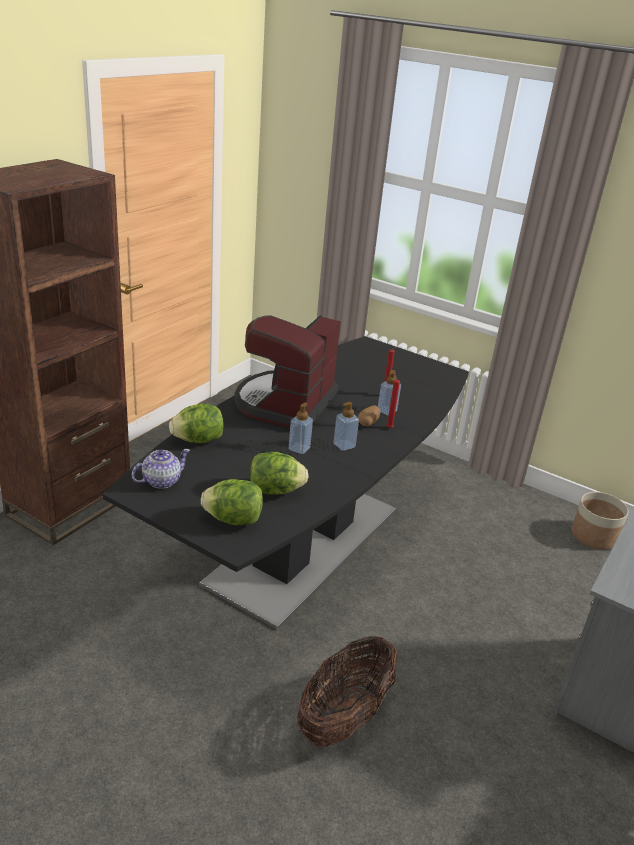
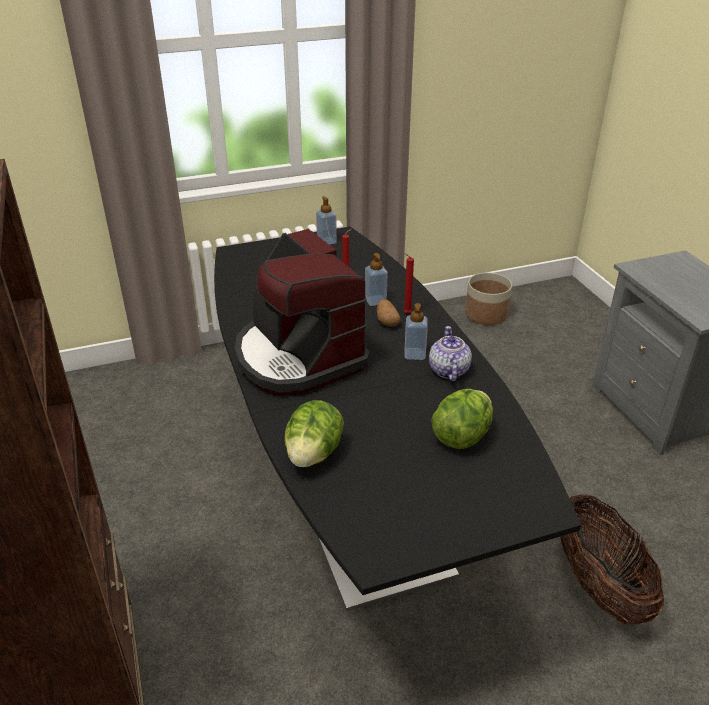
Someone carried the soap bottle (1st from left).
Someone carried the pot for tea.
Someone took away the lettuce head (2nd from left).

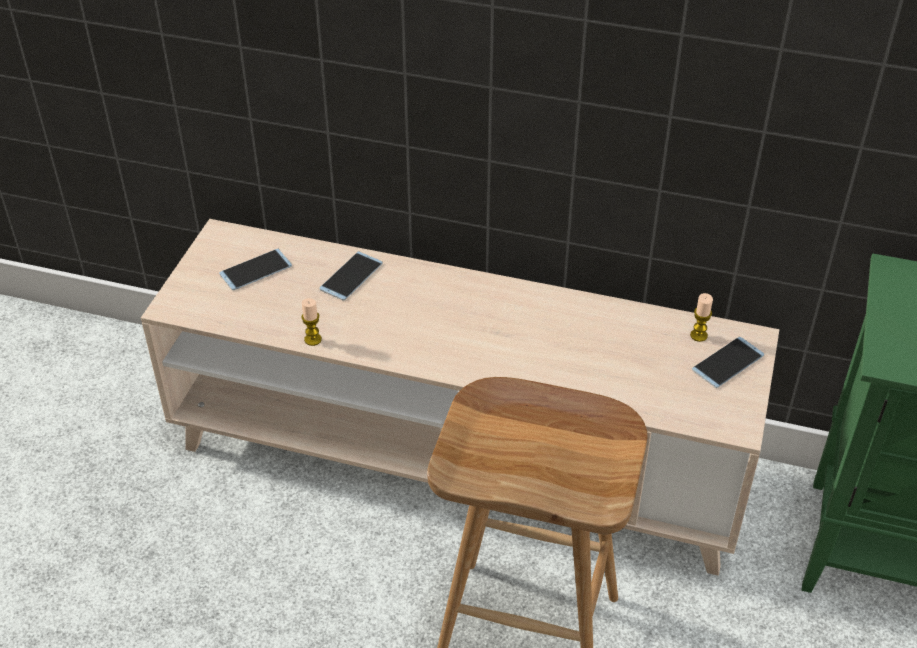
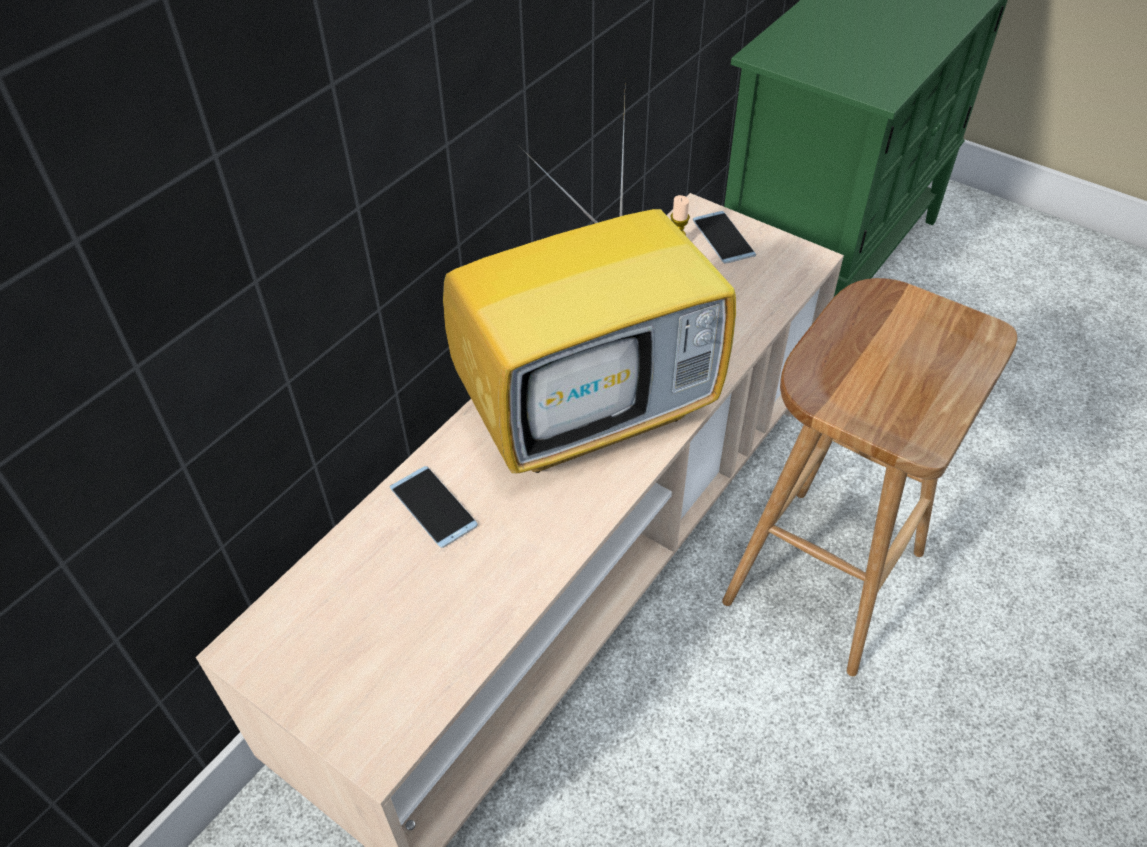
Someone put down the TV.
Someone took away the phone (1st from left).
Someone took away the candle (1st from left).

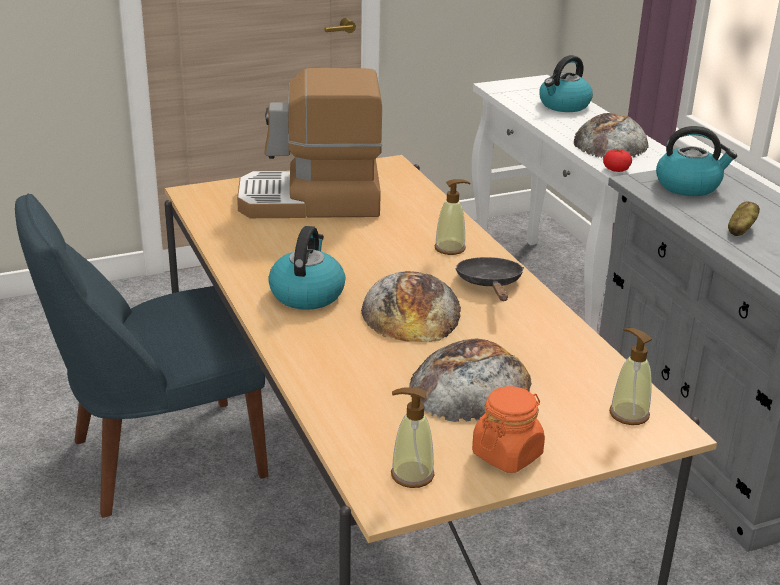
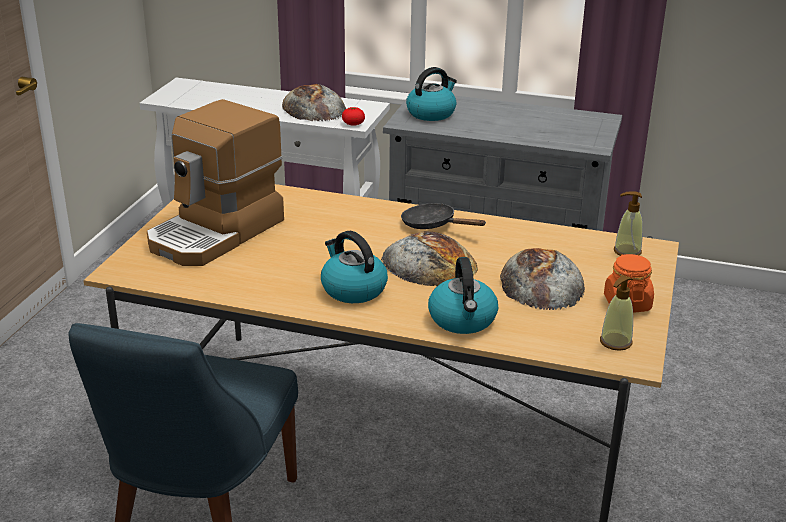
Someone carried the water kettle (2nd from left in the first image).
Someone took away the soap bottle (2nd from left).
Someone took away the spud.

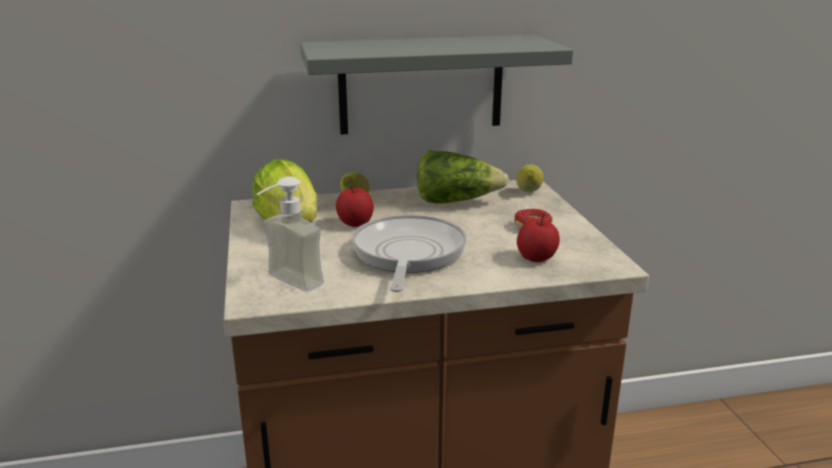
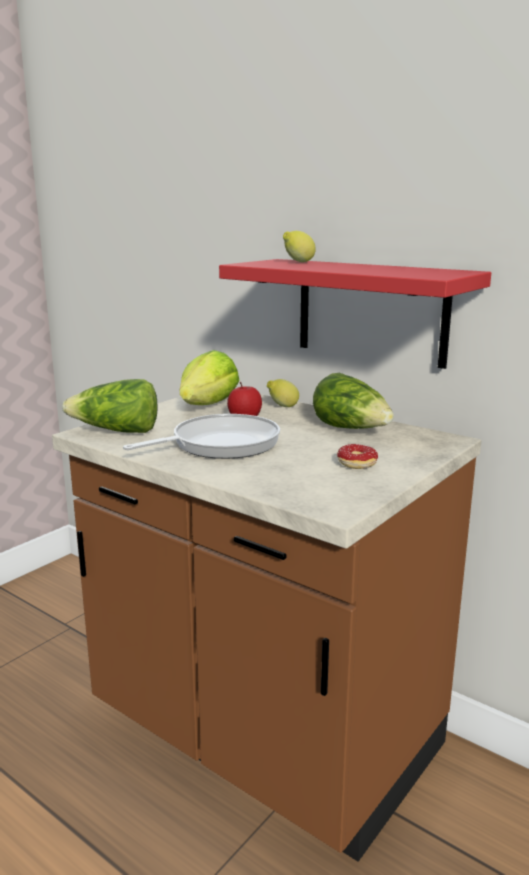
Someone swapped the soap bottle for the lettuce head (1st from left).
Someone repainted the grey wall shelf, which became the red-coloured wall shelf.
Someone carried the lemon (2nd from left).
Someone took away the apple fruit (2nd from left).

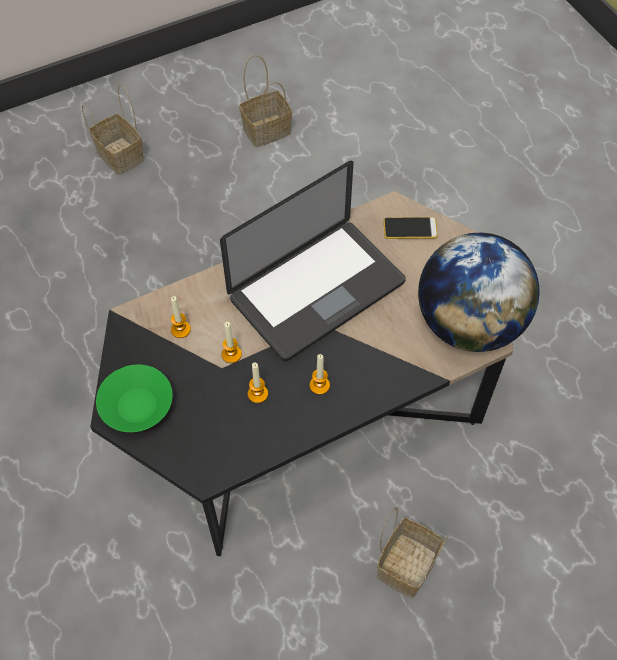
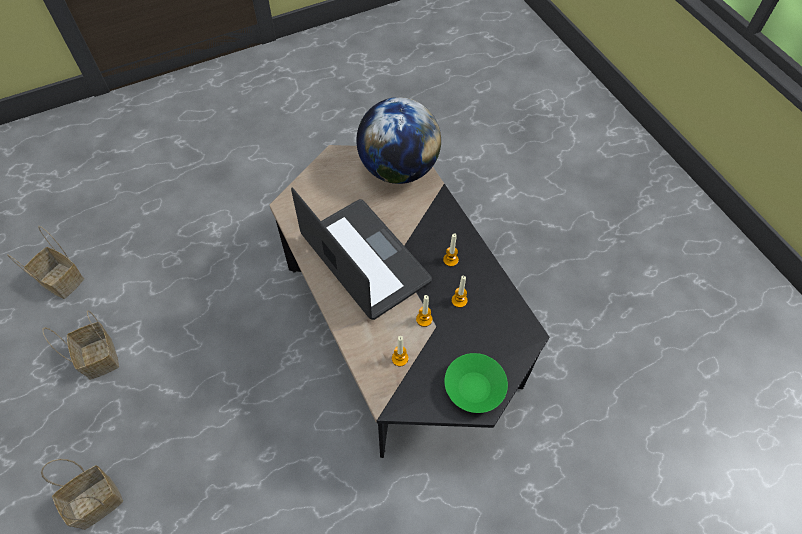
Someone carried the household basket (3rd from left in the first image).
Someone took away the phone.

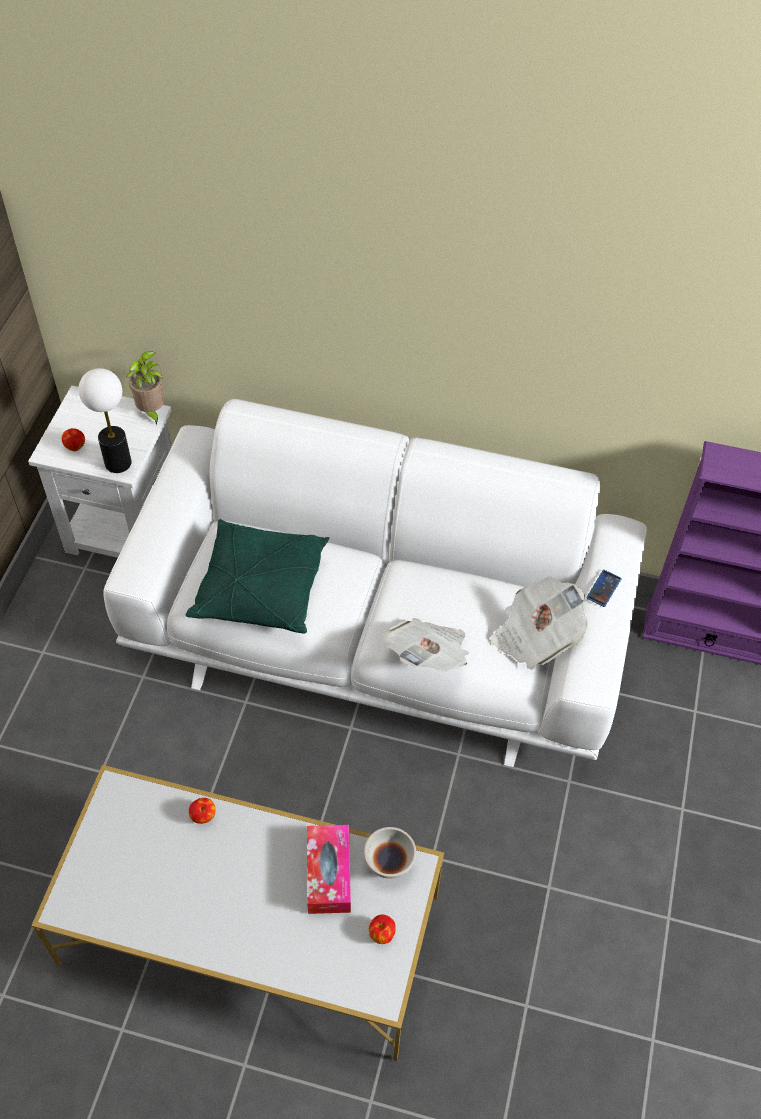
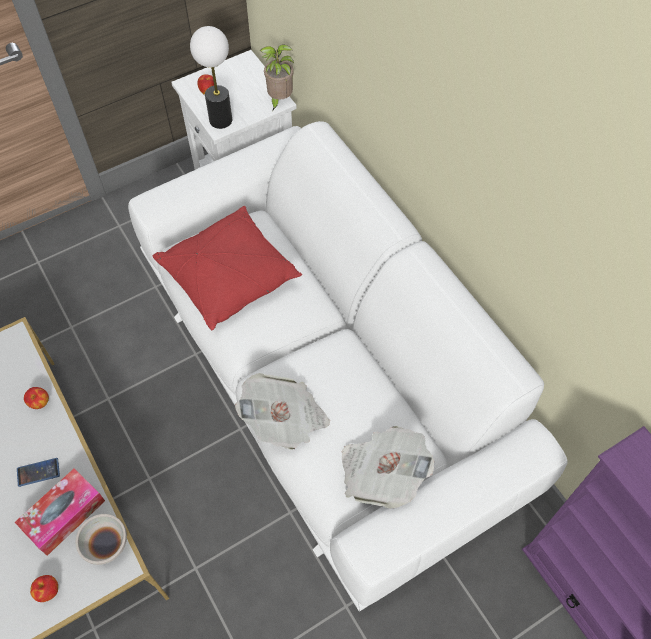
Someone carried the phone.
Someone repainted the green-coloured cushion, which became the red-coloured cushion.

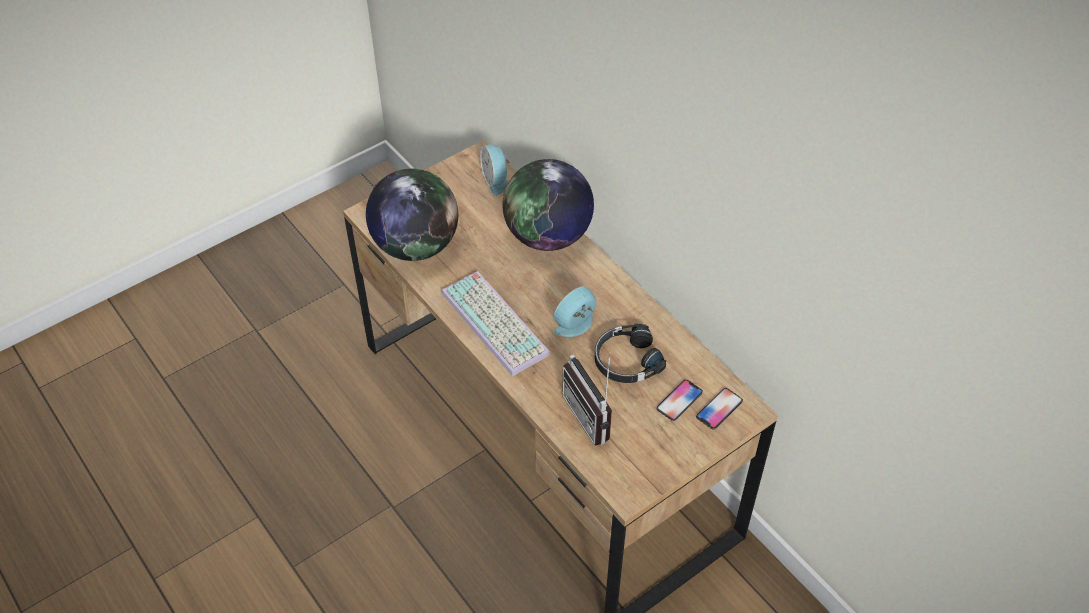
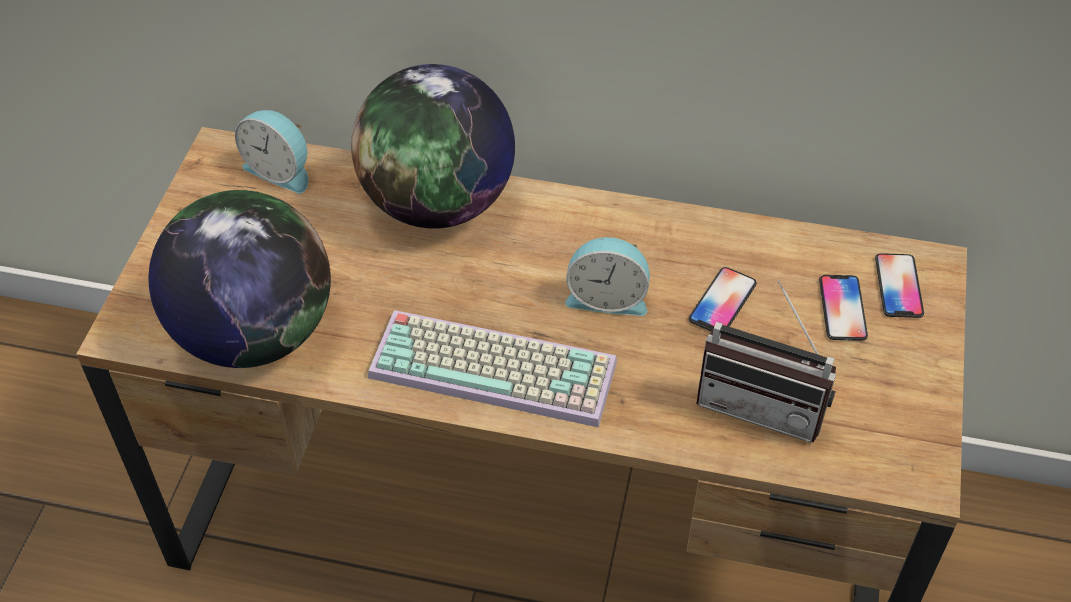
Someone rotated the alarm clock (2nd from left) by 90 degrees counterclockwise.
Someone swapped the black headset for the phone (1st from left).

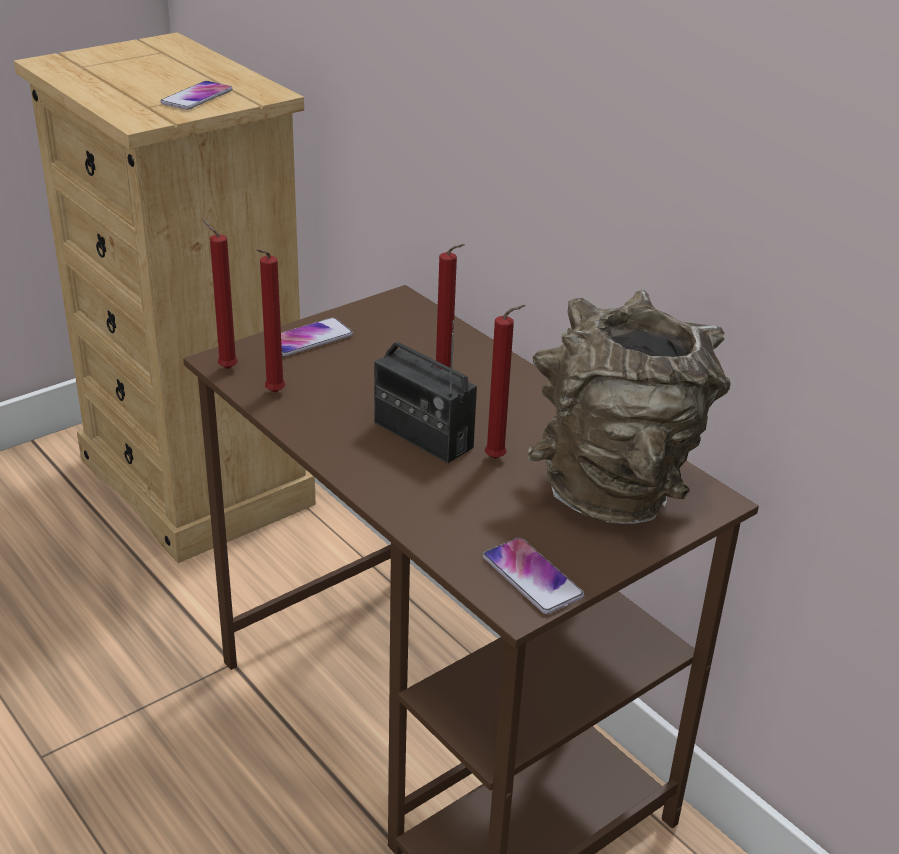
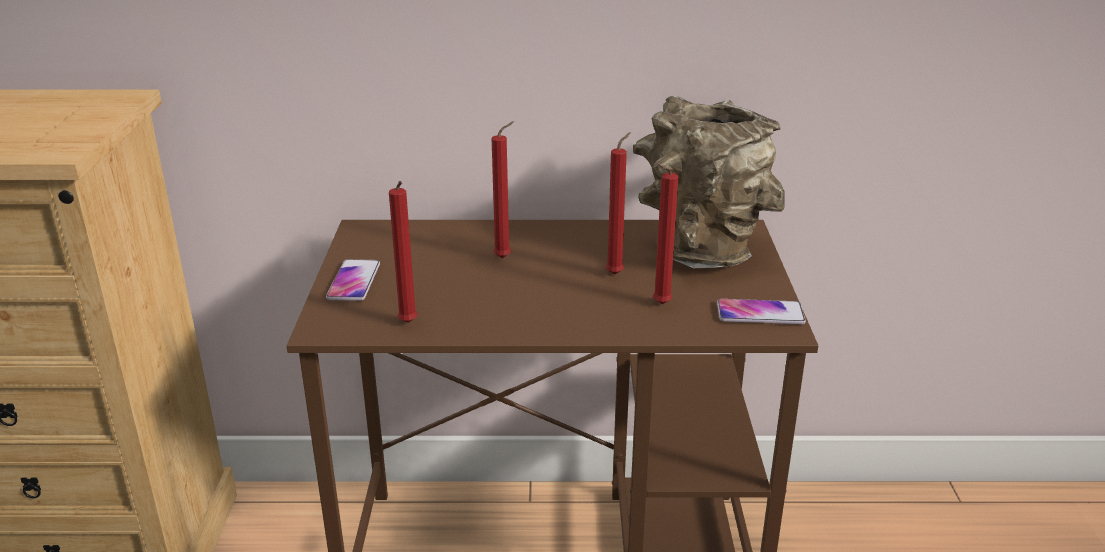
Someone carried the red-coloured candle (1st from left in the first image).
Someone took away the phone (1st from left).
Someone took away the radio.

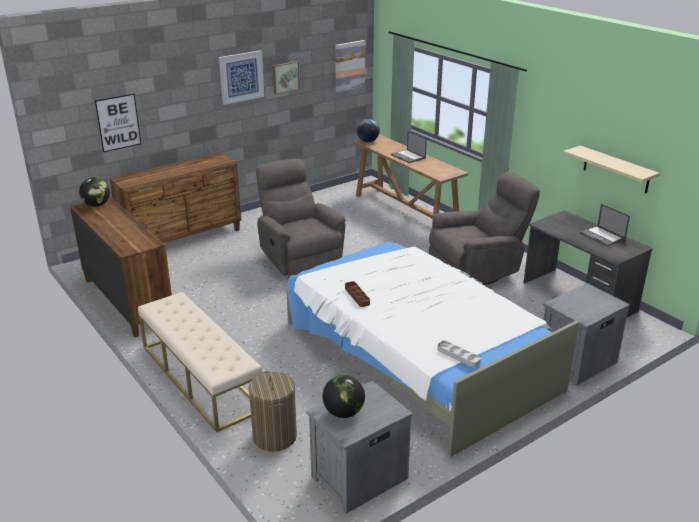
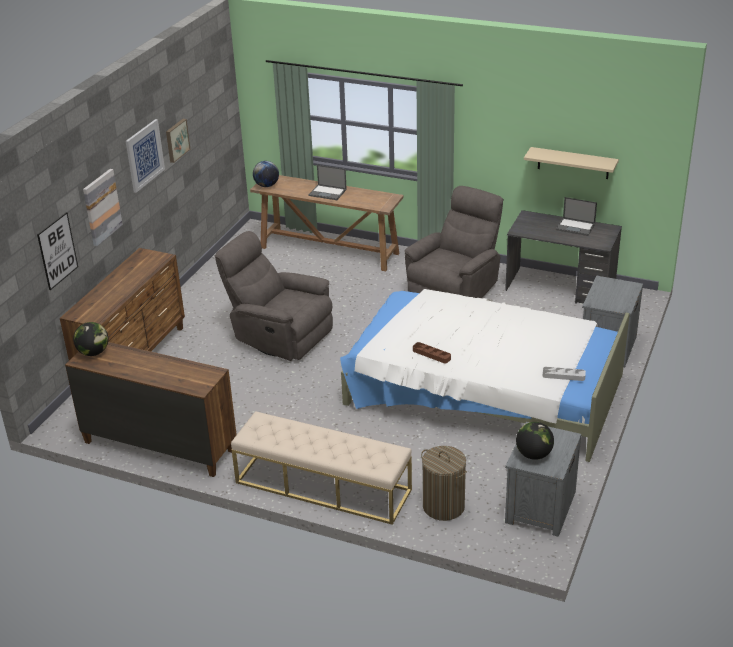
Someone carried the wall art (4th from left in the first image).

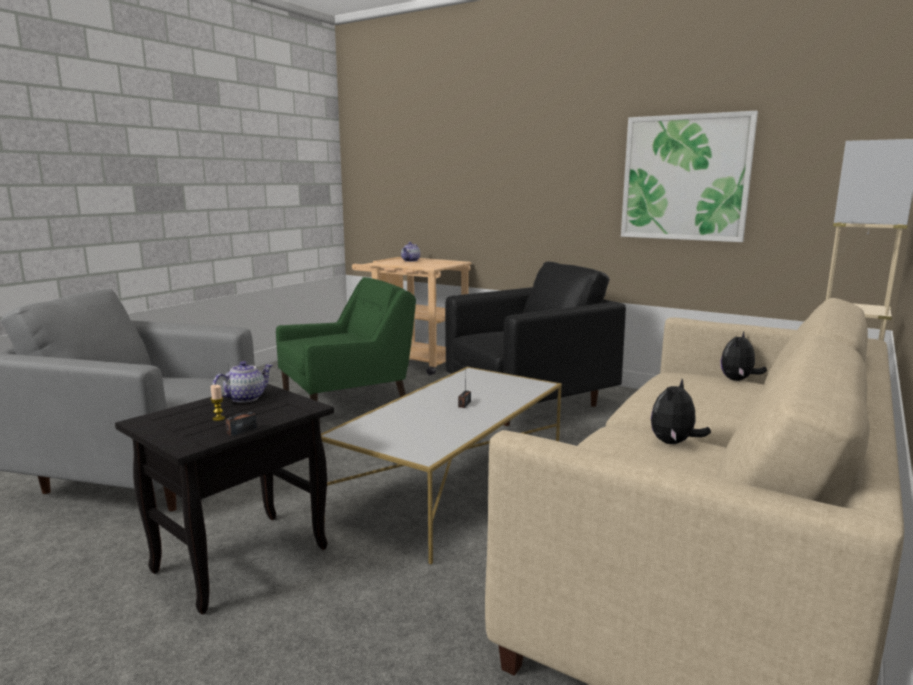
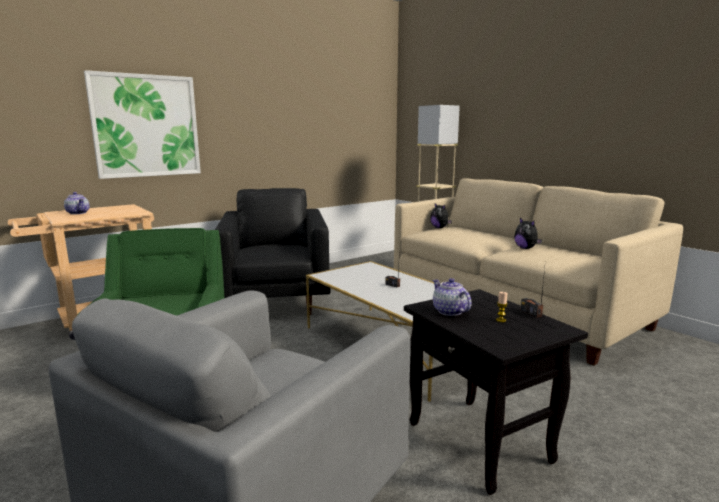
Someone carried the wall art.

